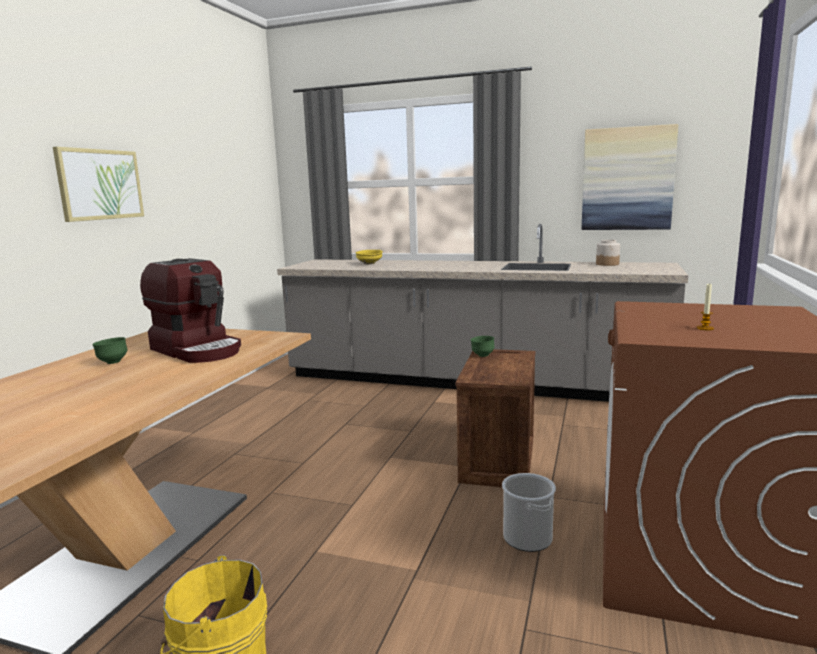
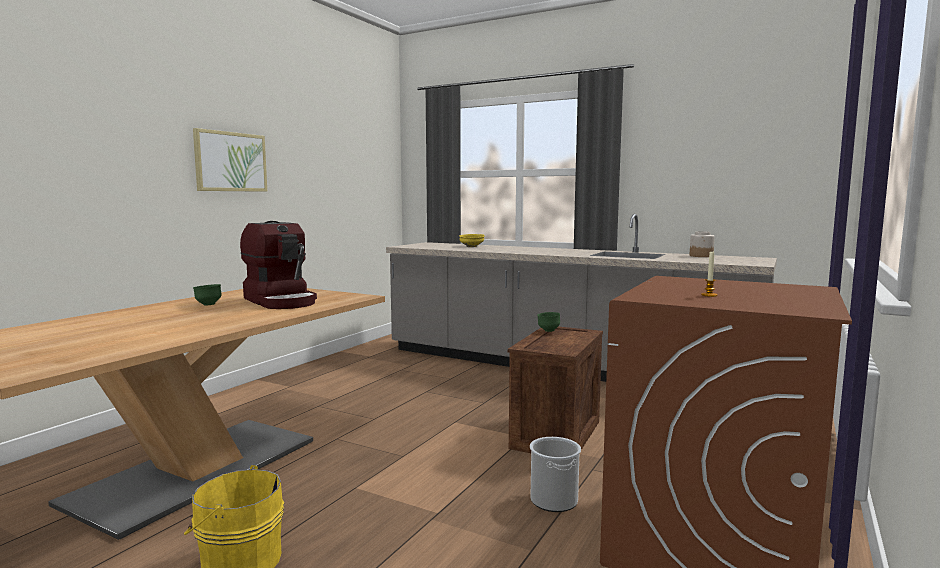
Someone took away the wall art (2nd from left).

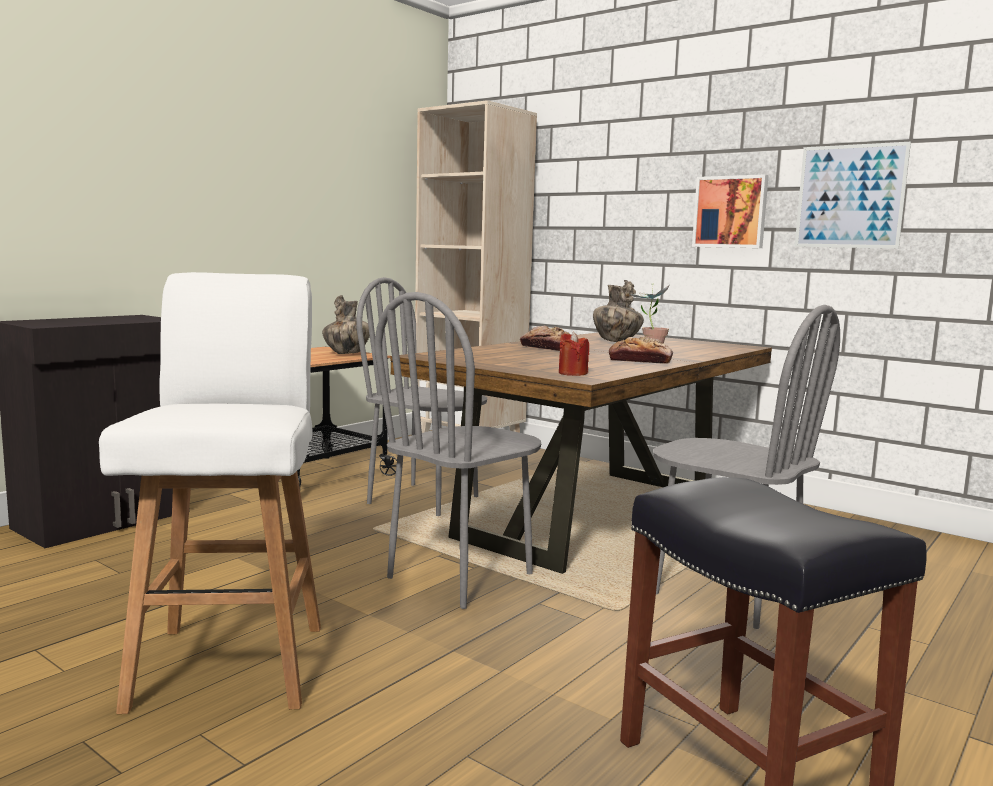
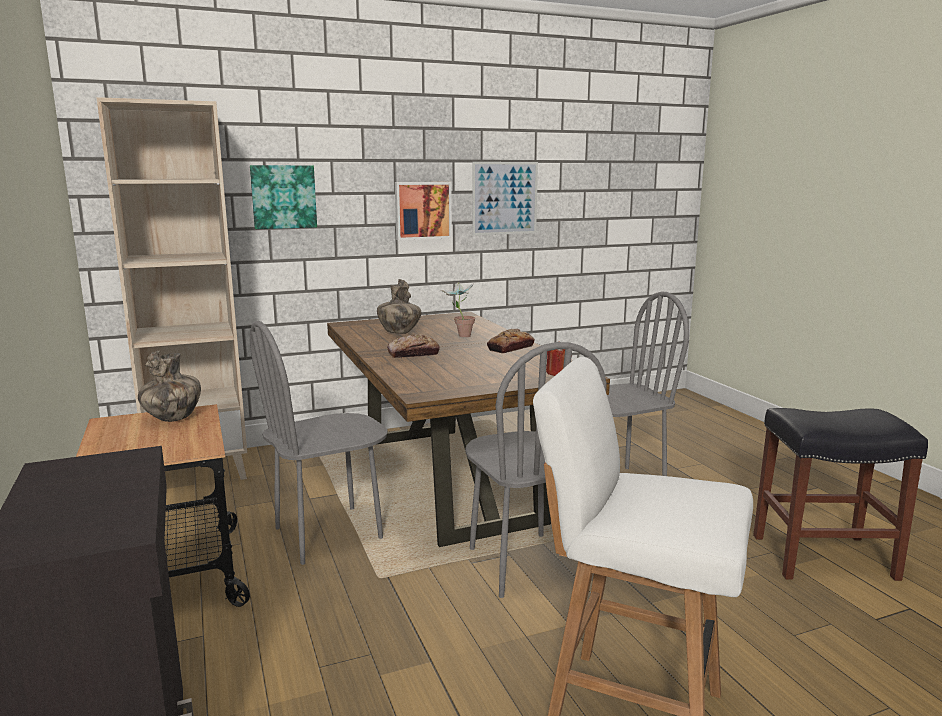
Someone put up the wall art (1st from left).

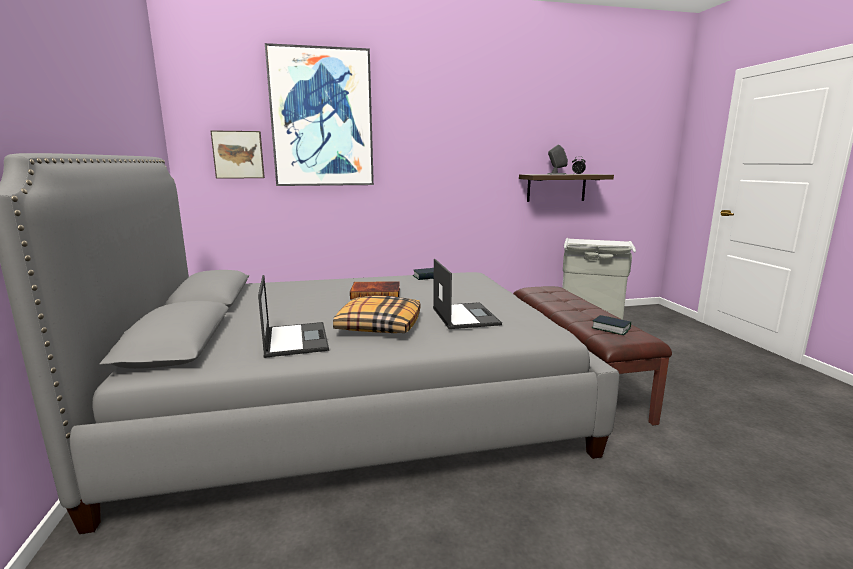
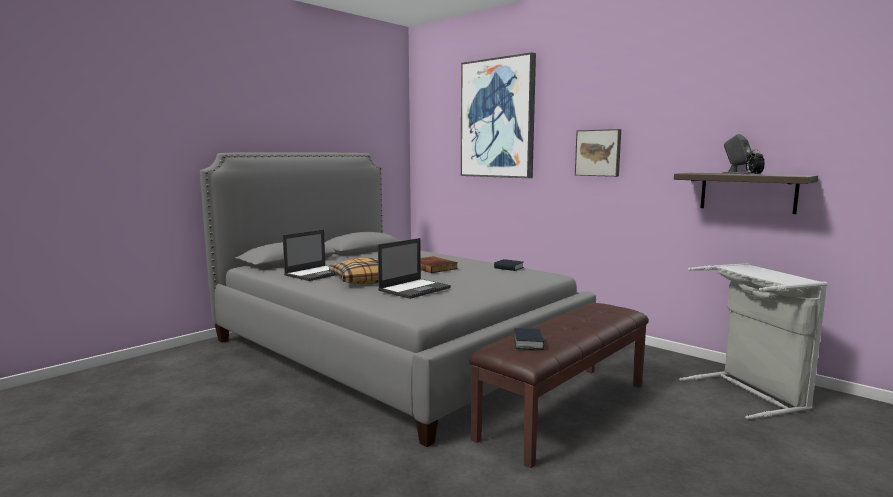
Someone carried the wall art (1st from left in the first image).

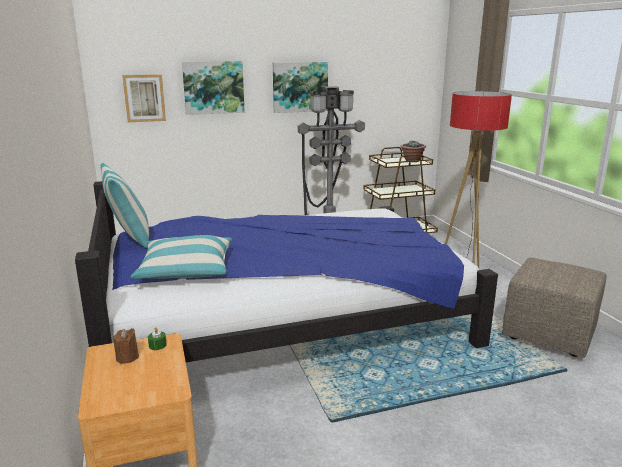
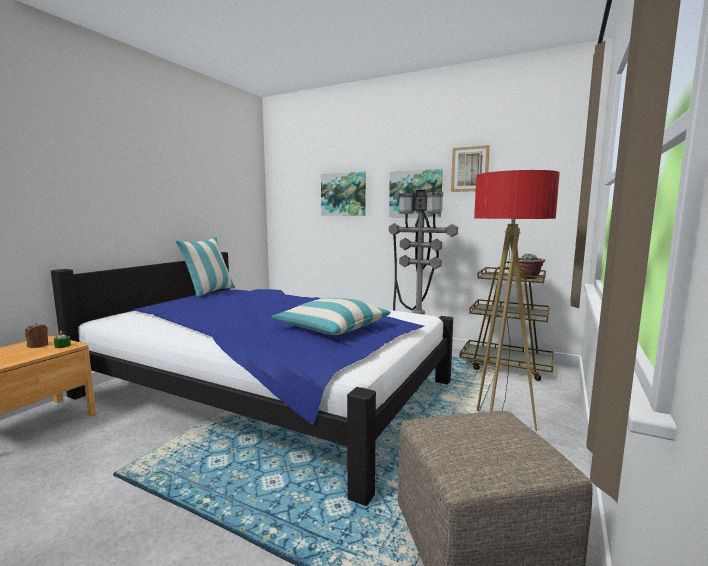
Someone carried the cushion (2nd from left).
Someone carried the wall art (1st from left in the first image).

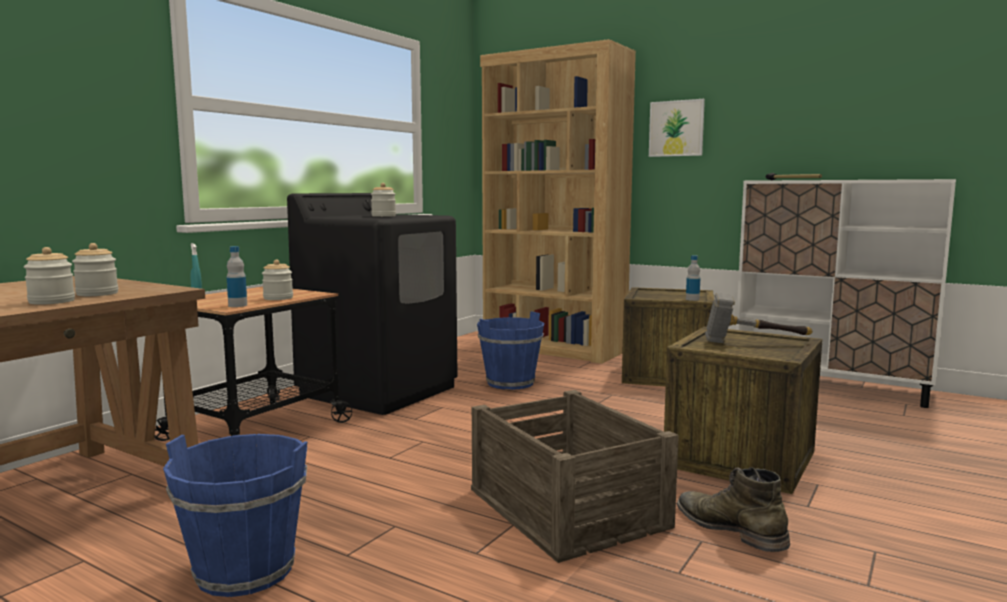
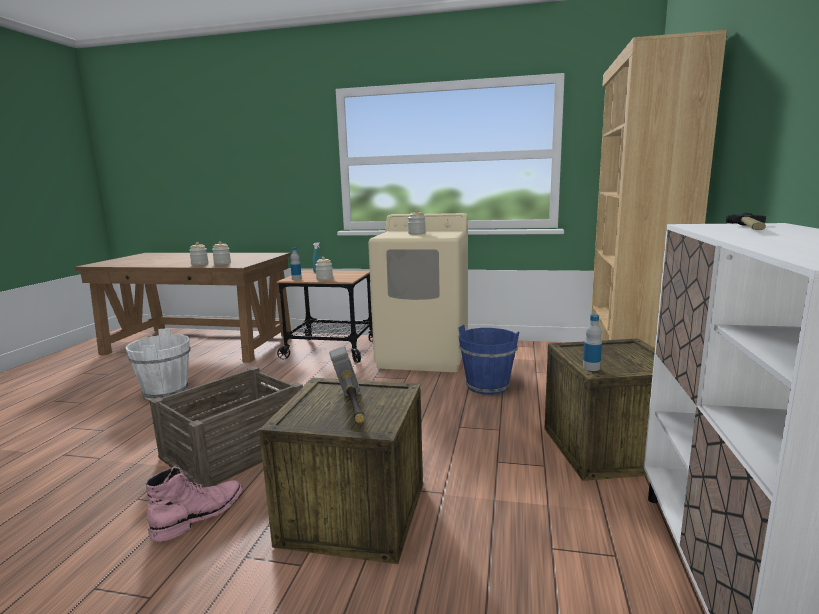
Someone repainted the blue bucket (1st from left), which became the white bucket.
Someone repainted the green-coloured high-top boot, which became the pink high-top boot.
Someone repainted the black laundry machine, which became the beige-coloured laundry machine.
Someone took away the wall art.

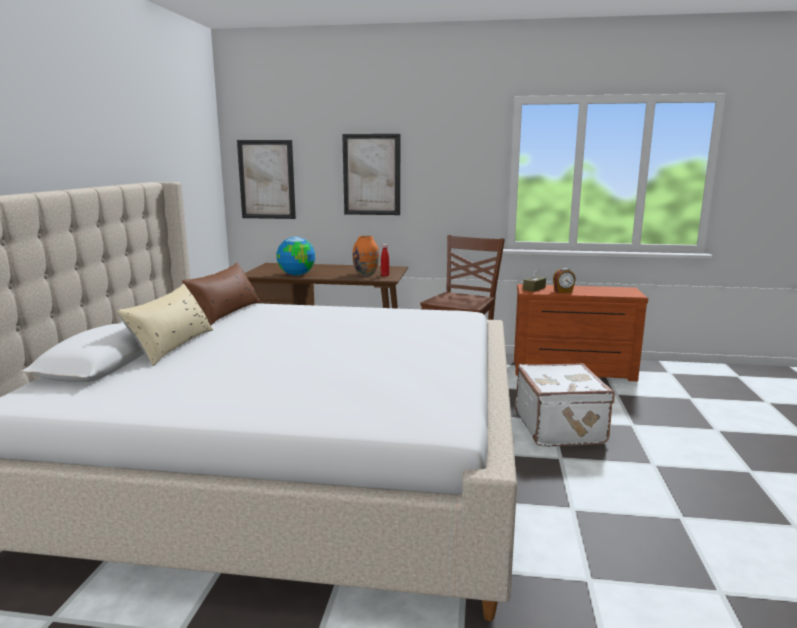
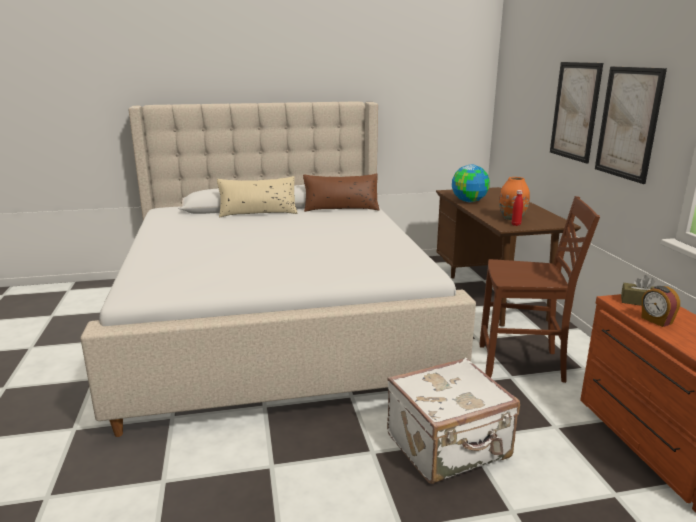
Someone carried the wall art (1st from left in the first image).

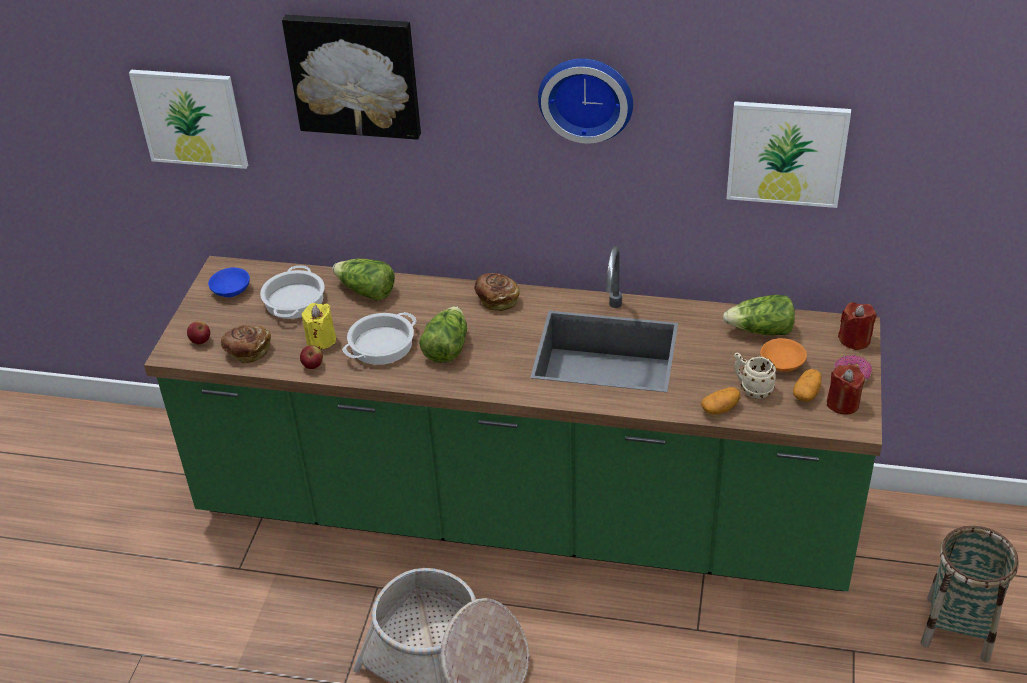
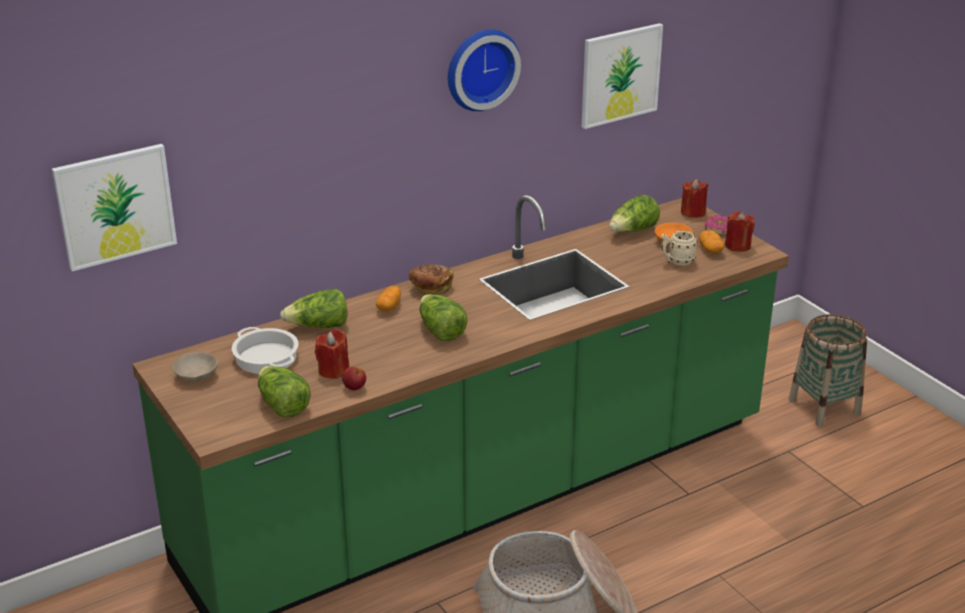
Someone repainted the blue serving bowl, which became the beige-coloured serving bowl.
Someone swapped the baked bread (1st from left) for the lettuce head (1st from left).
Someone repainted the yellow candle, which became the red-coloured candle (1st from left).
Someone carried the spud (1st from left).
Someone took away the apple fruit (1st from left).
Someone took away the wall art (2nd from left).
Someone took away the stockpot (2nd from left).

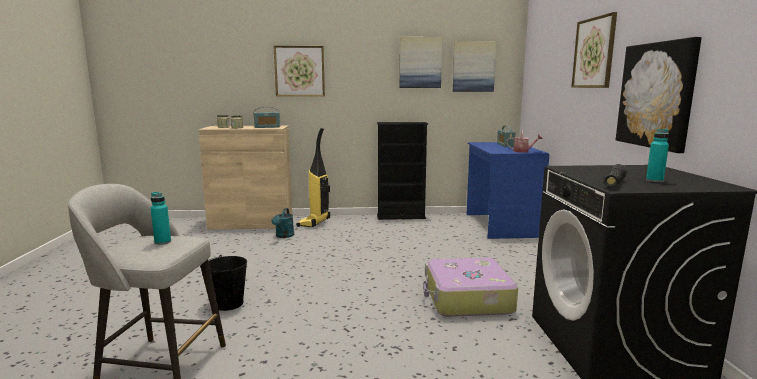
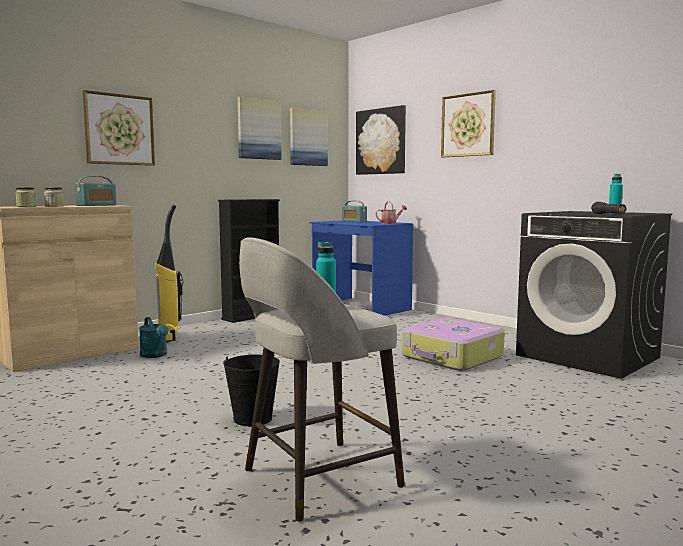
Someone carried the wall art (5th from left in the first image).

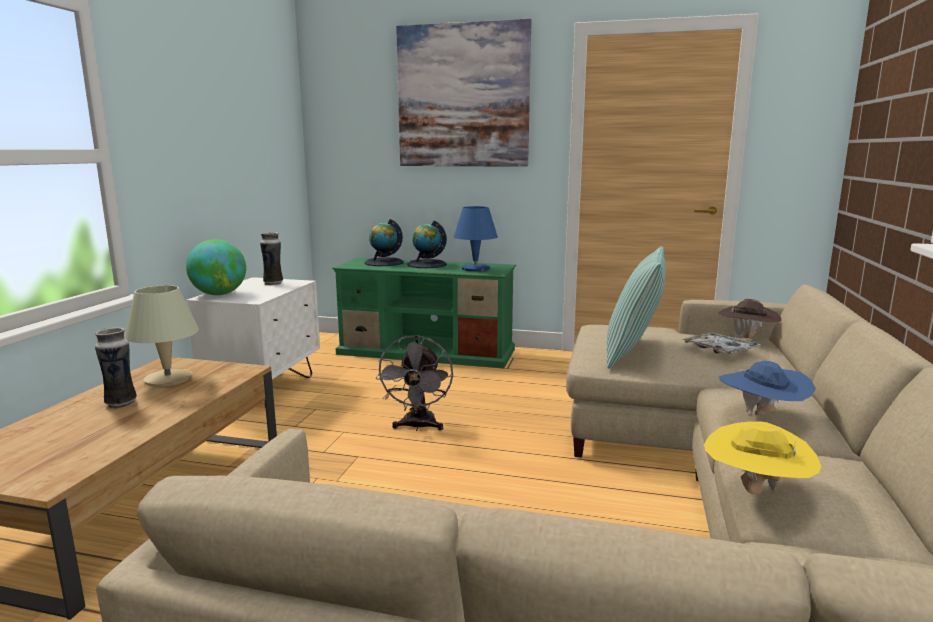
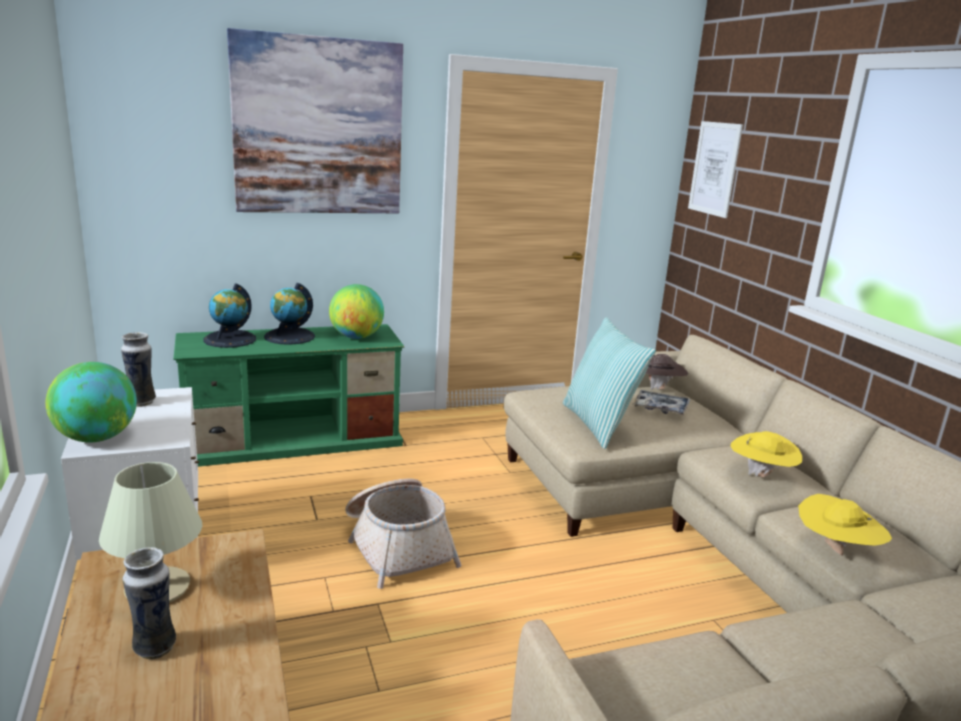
Someone swapped the blue tabletop lamp for the globe (4th from left).
Someone swapped the grey cooling fan for the household basket.
Someone put up the wall art (2nd from left).
Someone repainted the blue wearable hat, which became the yellow wearable hat (1st from left).

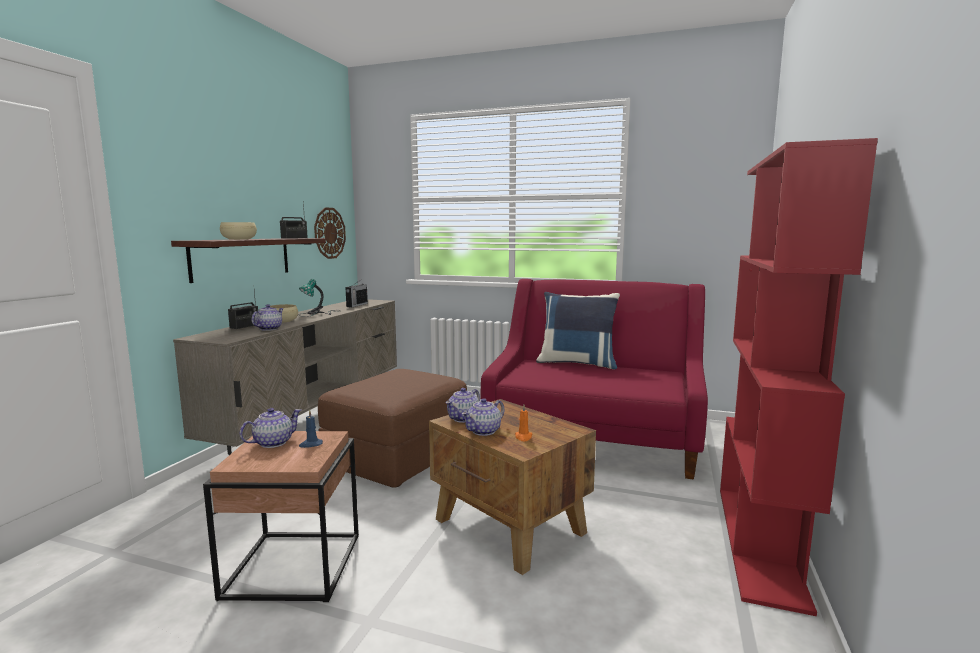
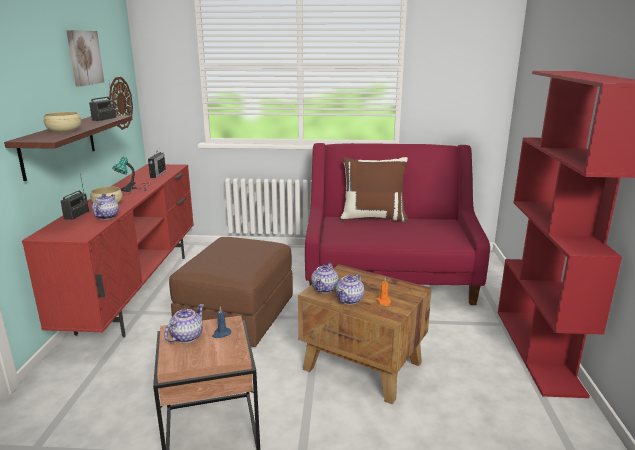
Someone repainted the beige-coloured tv stand, which became the red-coloured tv stand.
Someone put up the wall art.
Someone repainted the blue cushion, which became the brown-coloured cushion.

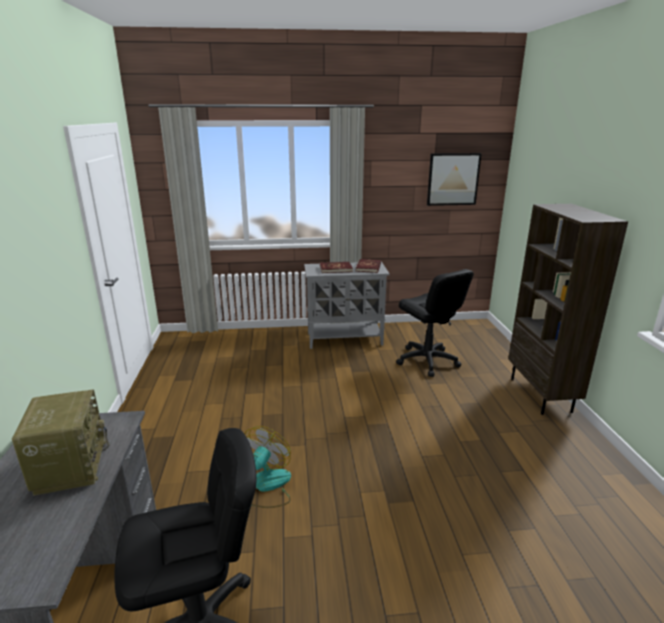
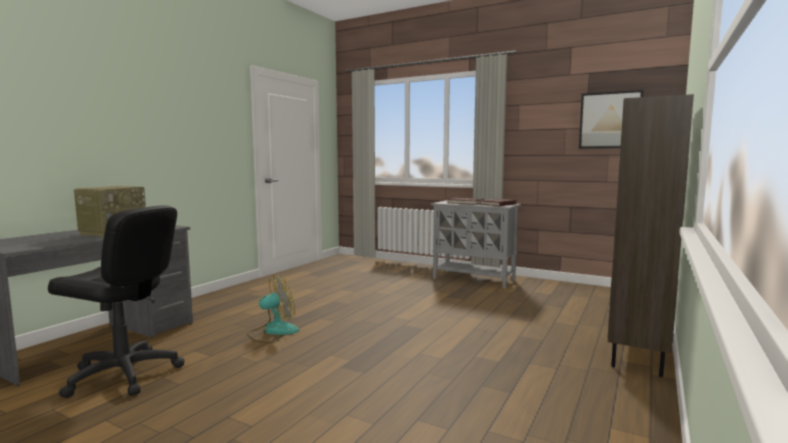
Someone took away the black office chair (2nd from left).

